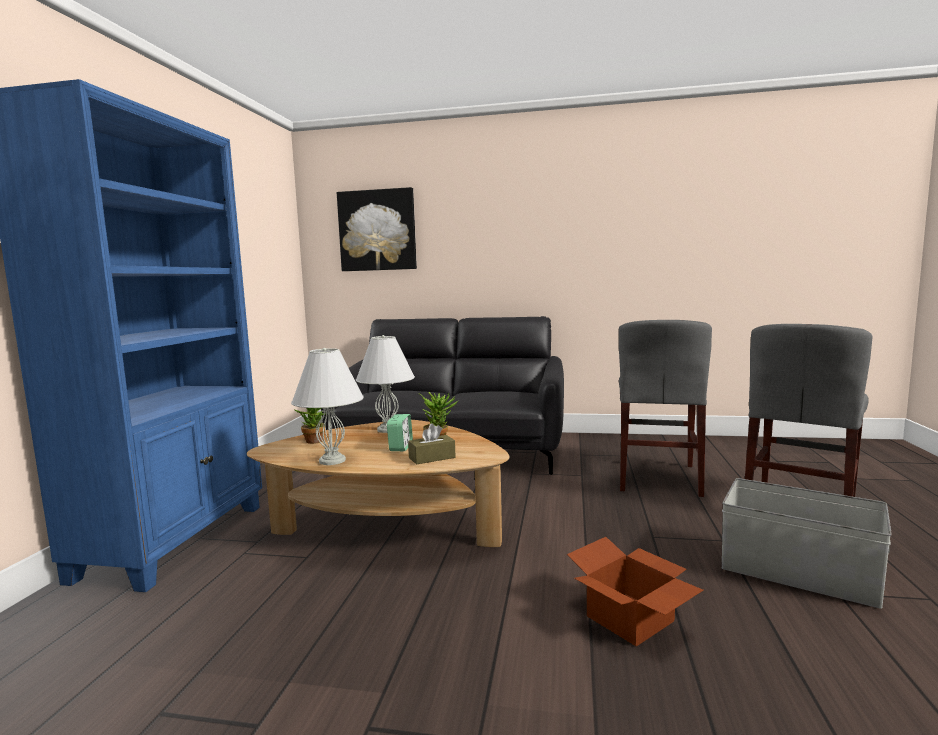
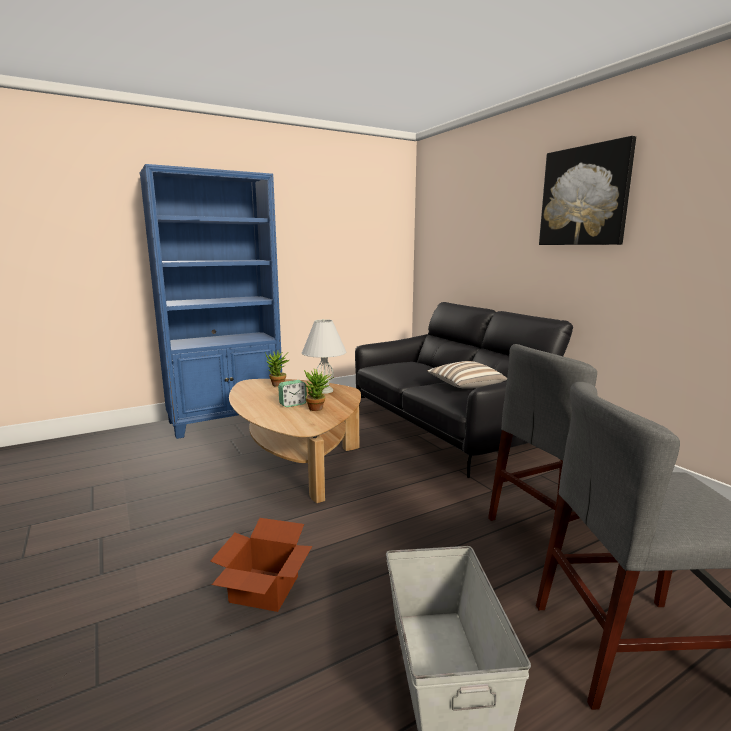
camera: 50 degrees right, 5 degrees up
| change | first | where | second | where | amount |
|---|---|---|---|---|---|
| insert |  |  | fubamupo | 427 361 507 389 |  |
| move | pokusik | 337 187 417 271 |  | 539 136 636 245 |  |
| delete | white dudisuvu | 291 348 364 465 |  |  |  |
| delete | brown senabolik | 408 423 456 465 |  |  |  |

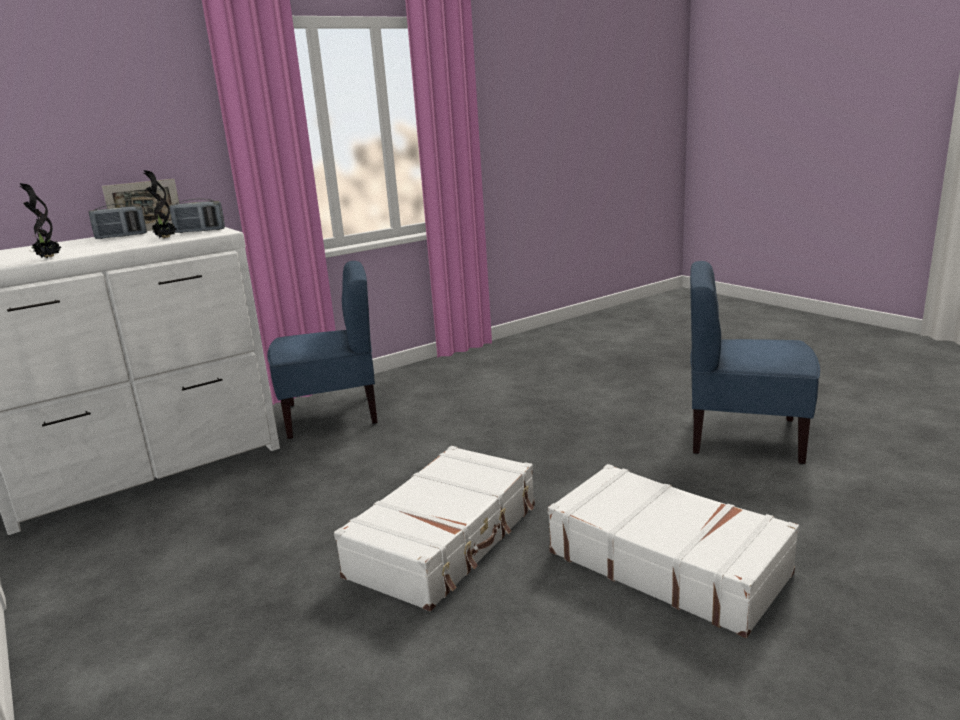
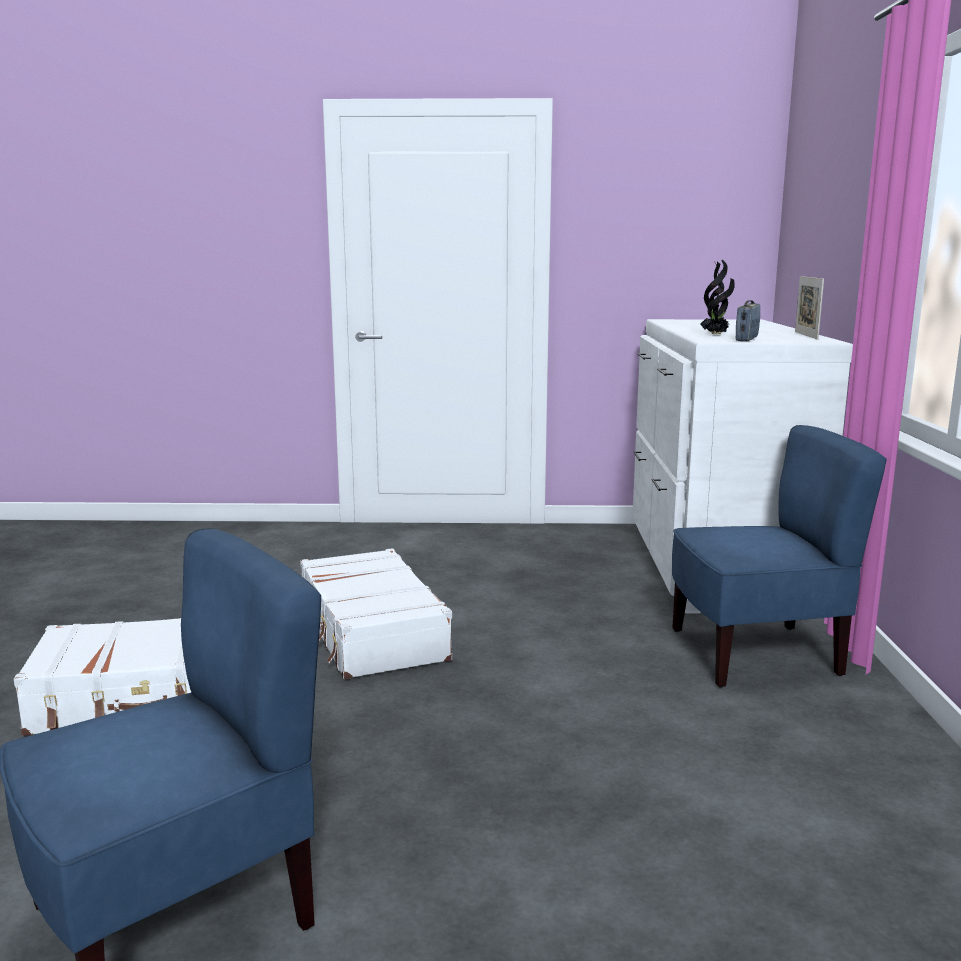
camera: 125 degrees right, 5 degrees down
| change | first | where | second | where | amount |
|---|---|---|---|---|---|
| rotate | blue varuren | 268 261 378 439 |  | 672 425 887 688 | 120 degrees counterclockwise |
| delete | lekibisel | 19 183 61 258 |  |  |  |
| delete | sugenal | 89 204 147 239 |  |  |  |

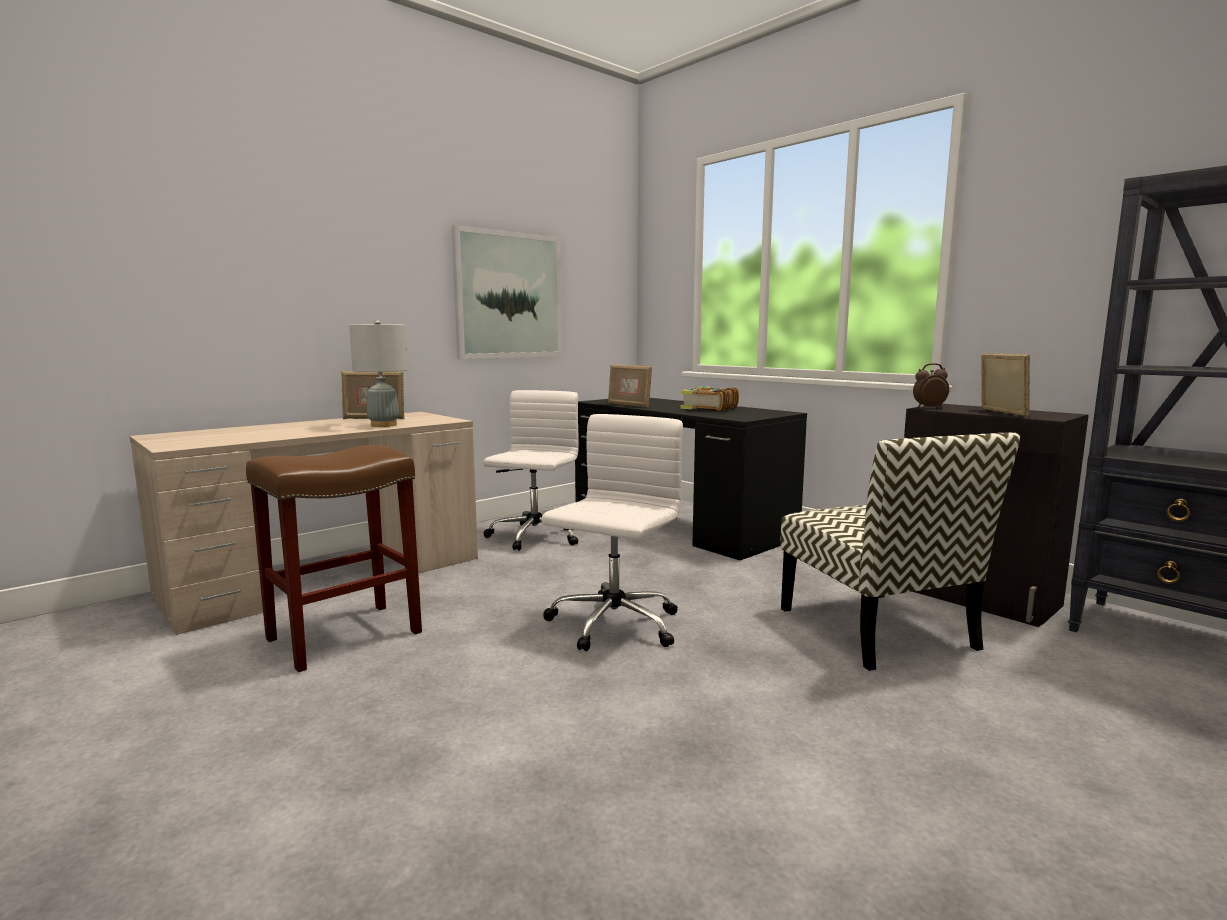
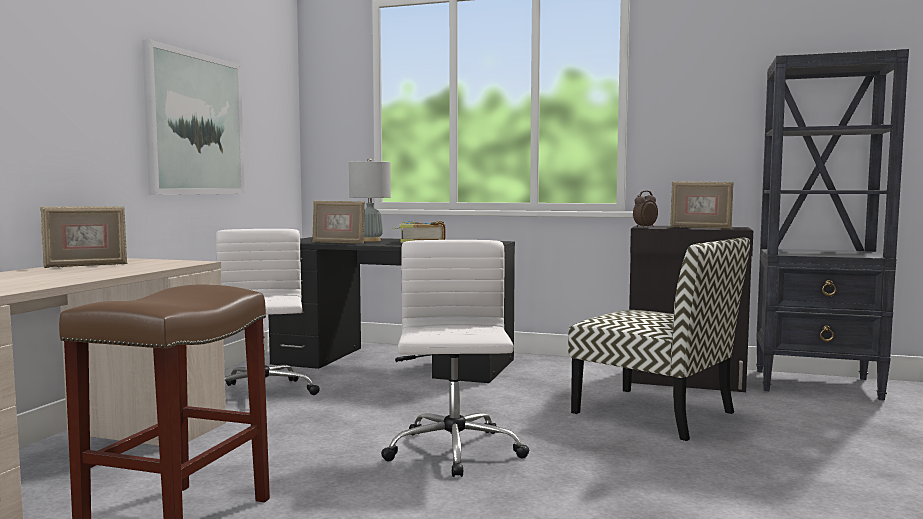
camera: 30 degrees left, 5 degrees down
| change | first | where | second | where | amount |
|---|---|---|---|---|---|
| move | grey dudisuvu | 349 320 408 427 |  | 349 158 391 242 |  |
| rotate | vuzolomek | 981 353 1030 417 |  | 670 181 733 229 | 135 degrees clockwise |

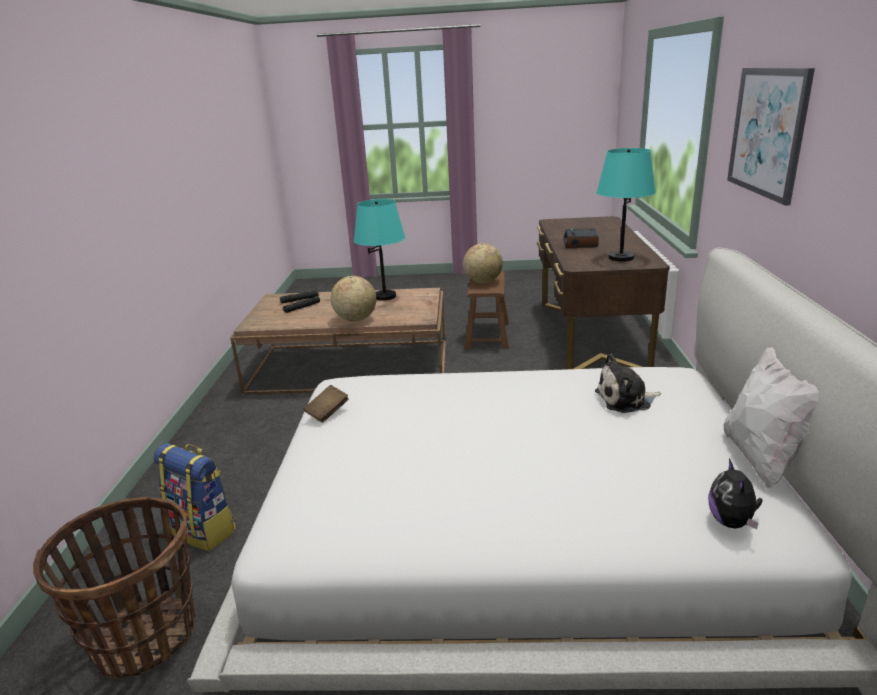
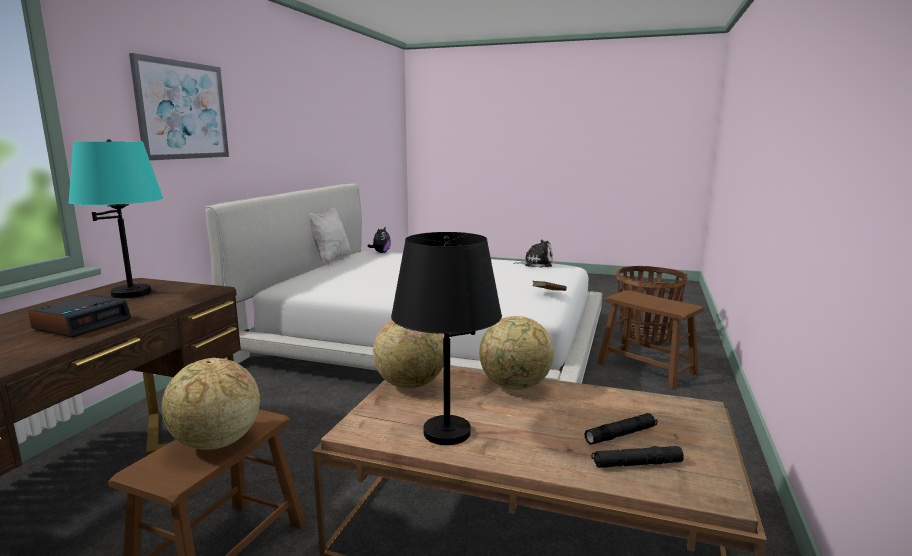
camera: 165 degrees left, 10 degrees down
| change | first | where | second | where | amount |
|---|---|---|---|---|---|
| insert |  |  | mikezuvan | 373 320 444 389 |  |
| recolor | turquoise dudisuvu | 354 199 405 301 | black dudisuvu | 391 232 502 445 |  |
| move | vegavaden | 595 354 661 413 |  | 513 240 553 268 |  |
| replace | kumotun | 154 443 236 551 | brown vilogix | 597 290 704 389 |  |

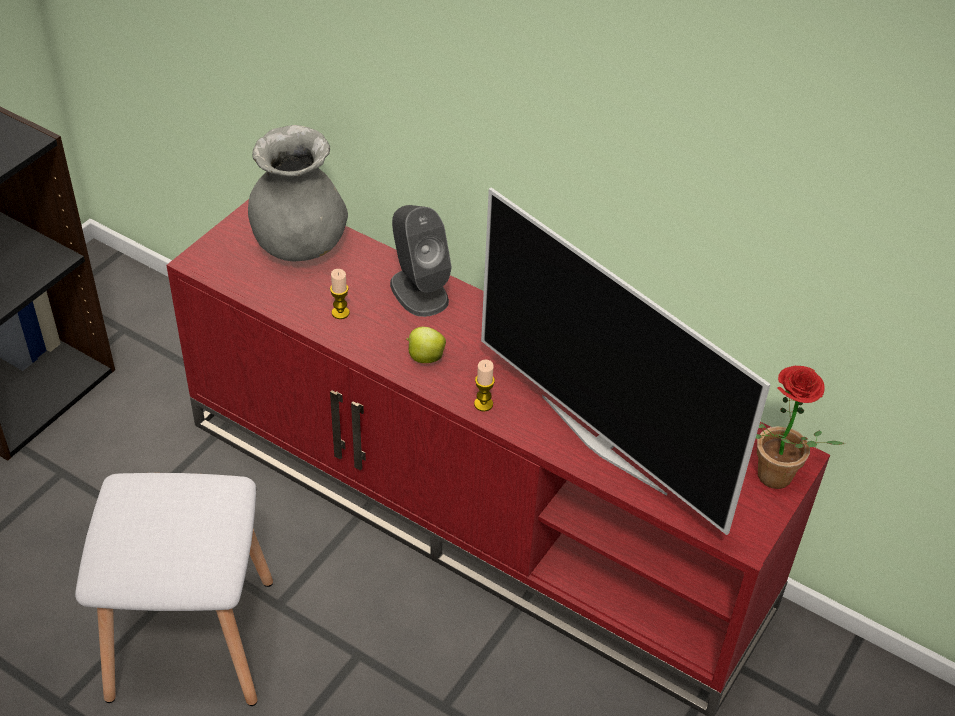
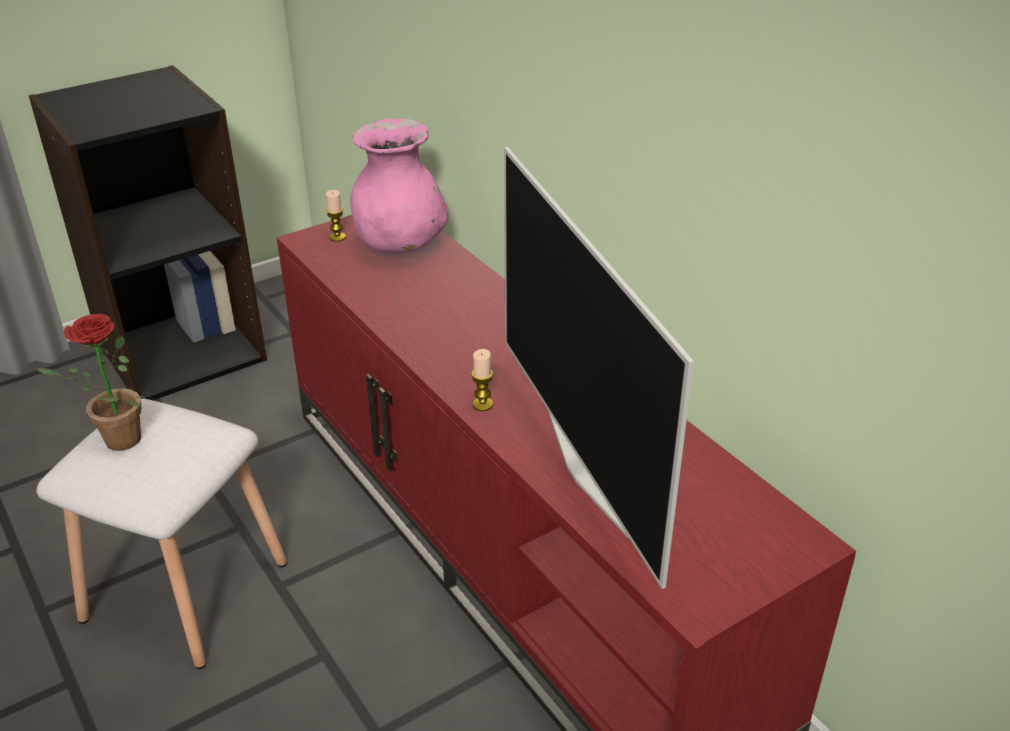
camera: 25 degrees right, 10 degrees down
| change | first | where | second | where | amount |
|---|---|---|---|---|---|
| move | lekibisel | 755 366 845 489 |  | 37 314 144 451 |  |
| move | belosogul | 330 269 350 319 |  | 326 190 346 242 |  |
| recolor | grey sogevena | 248 125 348 261 | pink sogevena | 350 119 449 254 |  |
| delete | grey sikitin | 390 205 452 317 |  |  |  |
| delete | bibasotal | 406 327 446 363 |  |  |  |

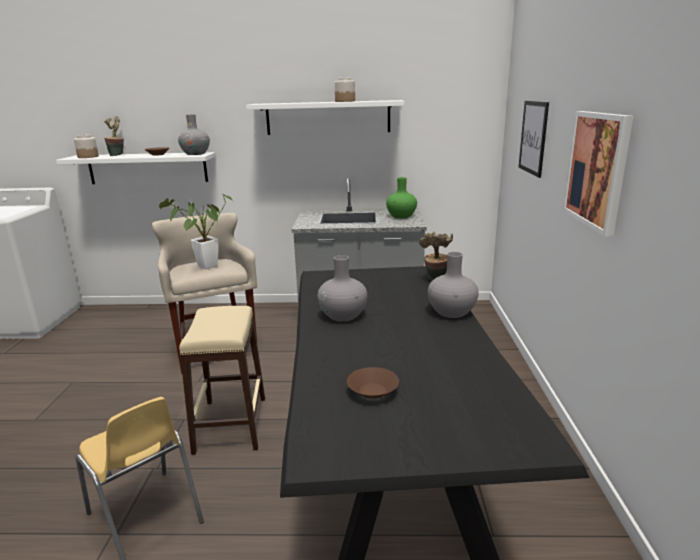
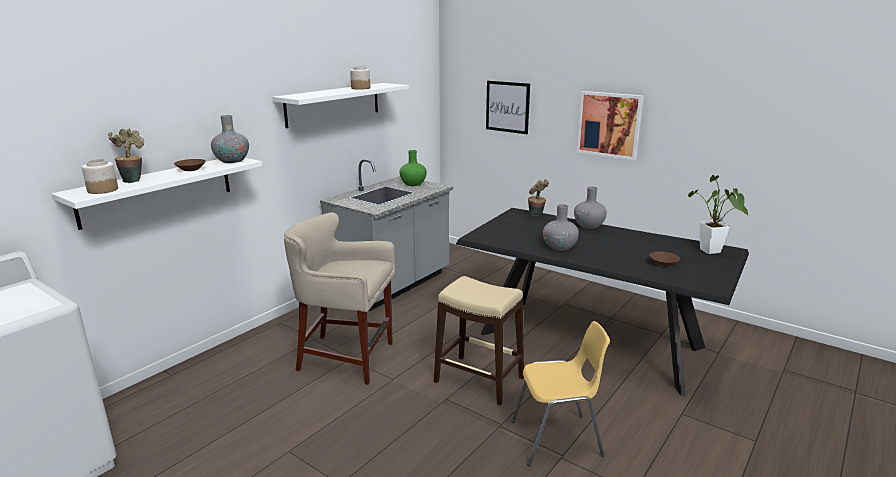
camera: 55 degrees left, 0 degrees up
| change | first | where | second | where | amount |
|---|---|---|---|---|---|
| move | lekibisel | 159 194 233 269 |  | 688 175 748 254 |  |

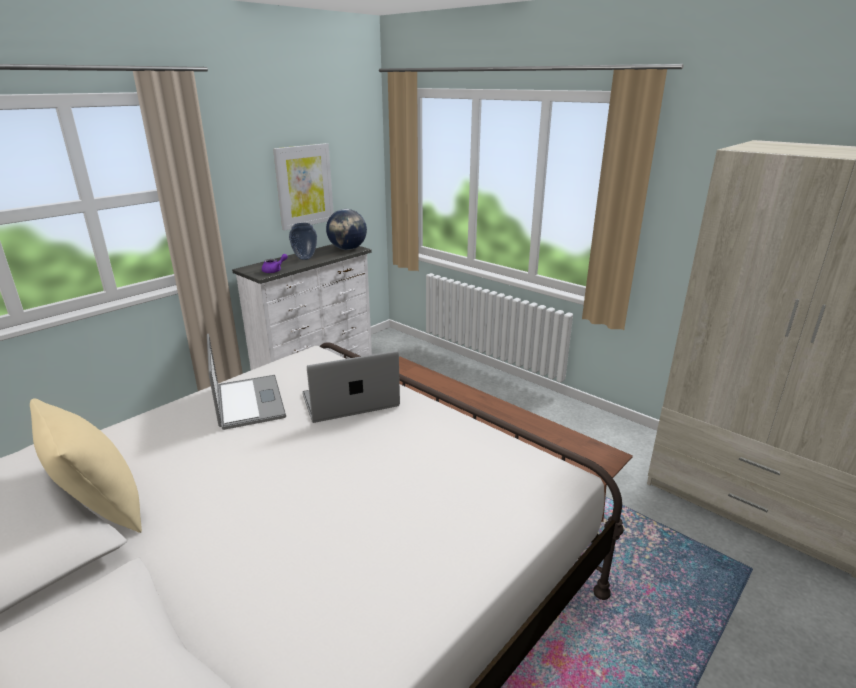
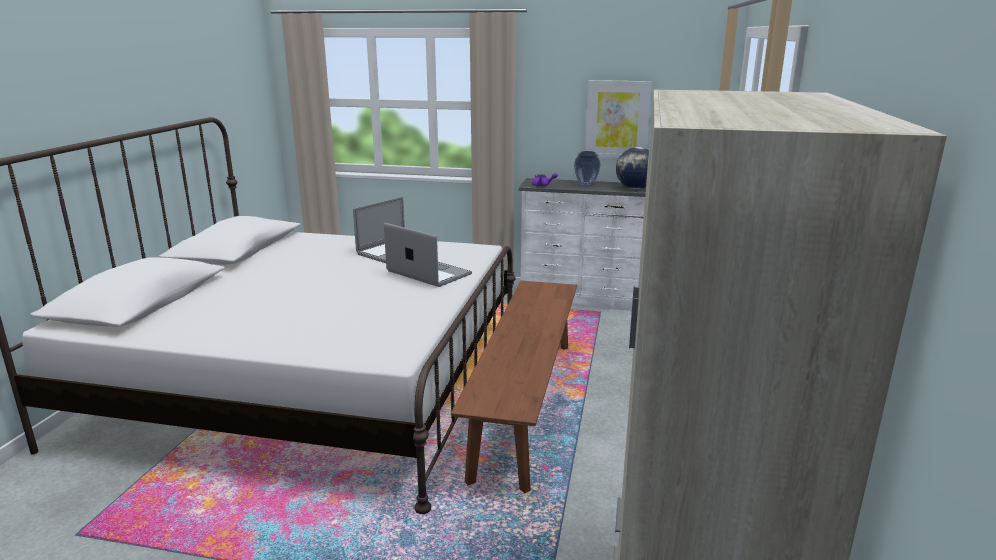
camera: 60 degrees right, 5 degrees down
| change | first | where | second | where | amount |
|---|---|---|---|---|---|
| delete | beige fubamupo | 30 398 142 533 |  |  |  |

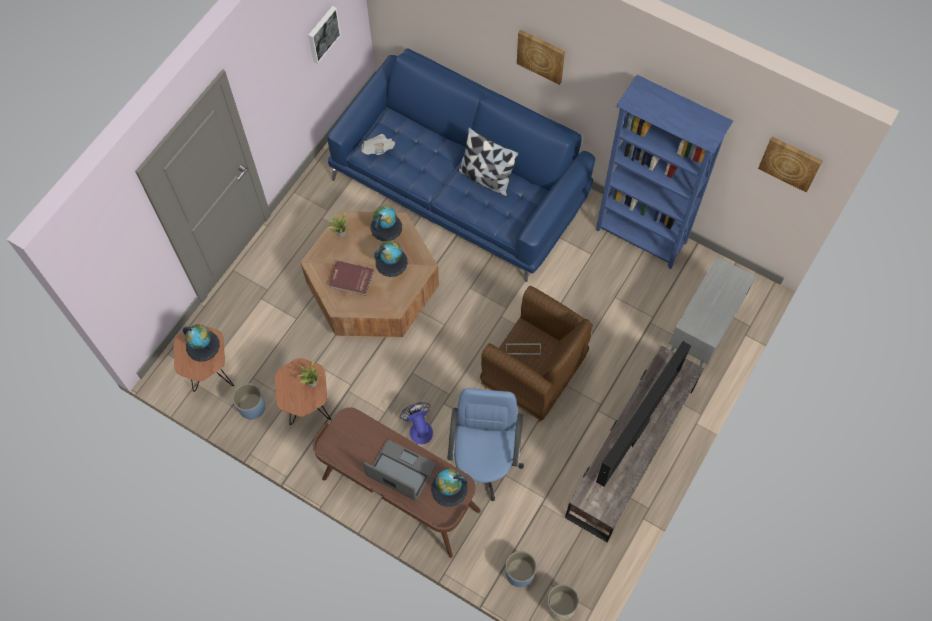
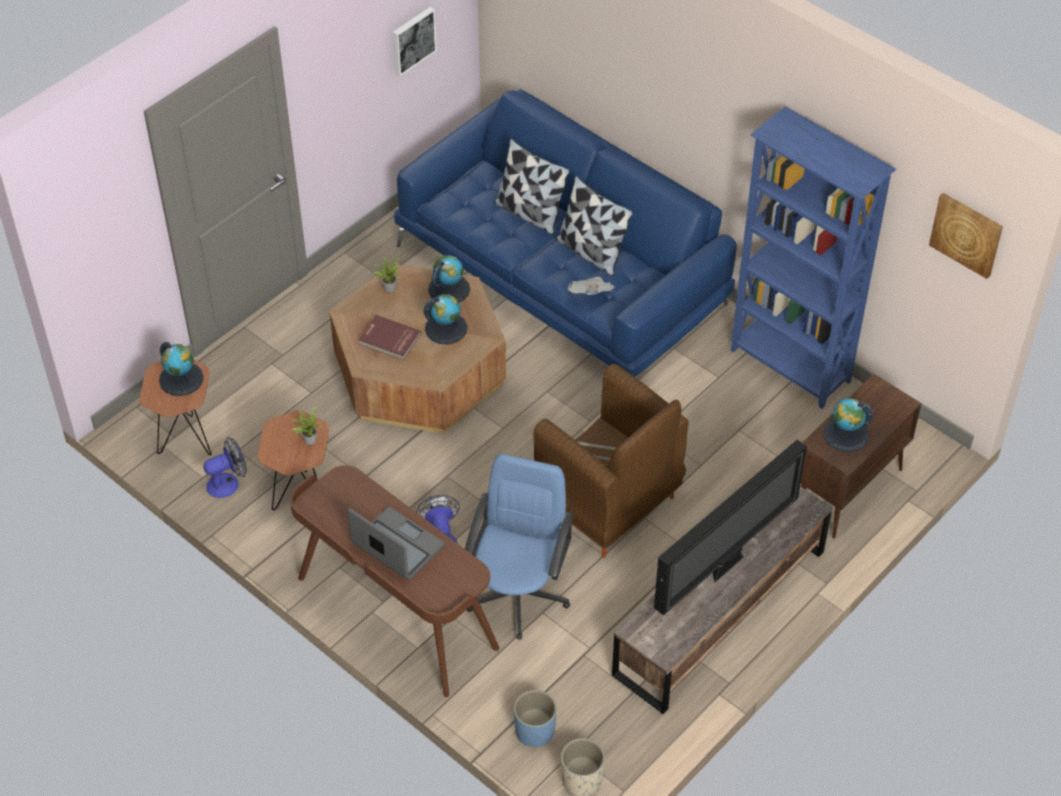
camera: 10 degrees right, 15 degrees down
| change | first | where | second | where | amount |
|---|---|---|---|---|---|
| replace | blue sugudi | 232 383 265 420 | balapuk | 203 437 247 498 |  |
| insert |  |  | fubamupo | 494 138 570 235 |  |
| move | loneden | 361 134 396 155 |  | 568 277 615 295 |  |
| recolor | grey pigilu | 669 257 756 368 | brown pigilu | 800 374 922 538 |  |
| move | mikezuvan | 431 469 468 507 |  | 823 398 873 452 |  |
| delete | pokusik | 517 30 565 85 |  |  |  |

